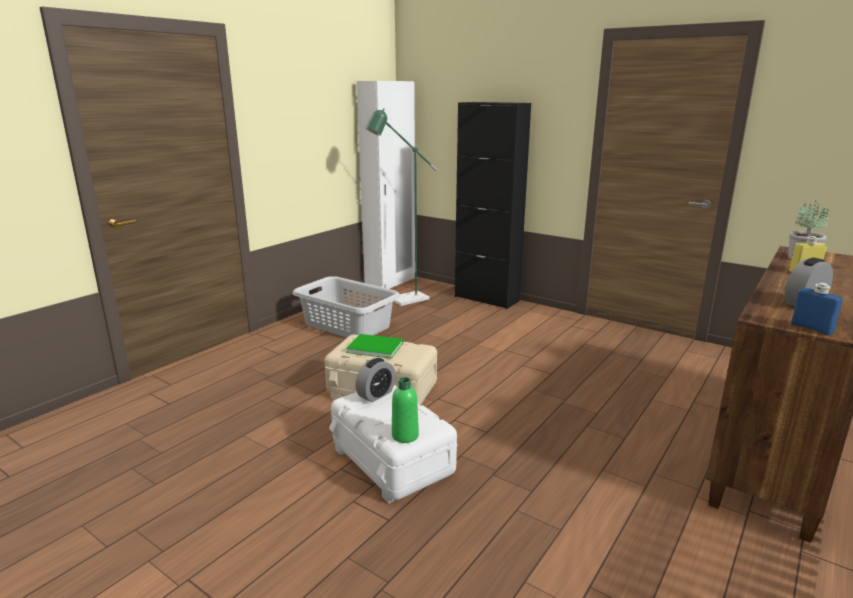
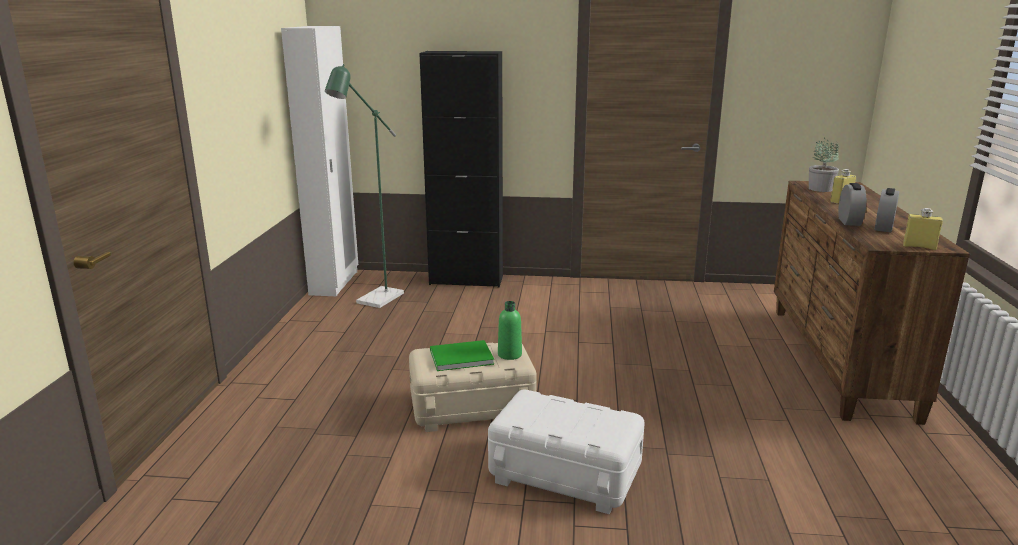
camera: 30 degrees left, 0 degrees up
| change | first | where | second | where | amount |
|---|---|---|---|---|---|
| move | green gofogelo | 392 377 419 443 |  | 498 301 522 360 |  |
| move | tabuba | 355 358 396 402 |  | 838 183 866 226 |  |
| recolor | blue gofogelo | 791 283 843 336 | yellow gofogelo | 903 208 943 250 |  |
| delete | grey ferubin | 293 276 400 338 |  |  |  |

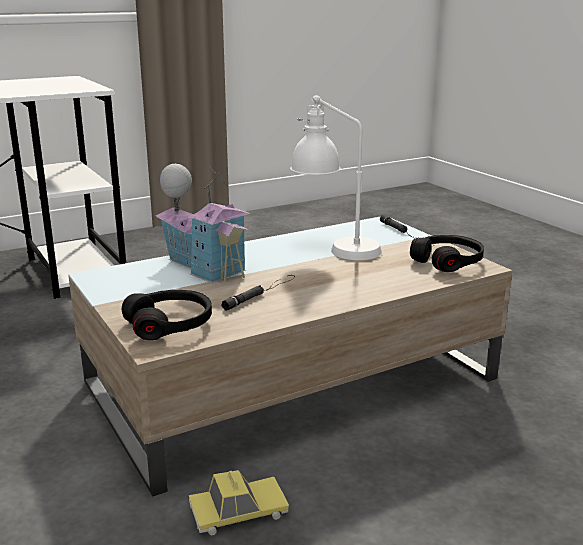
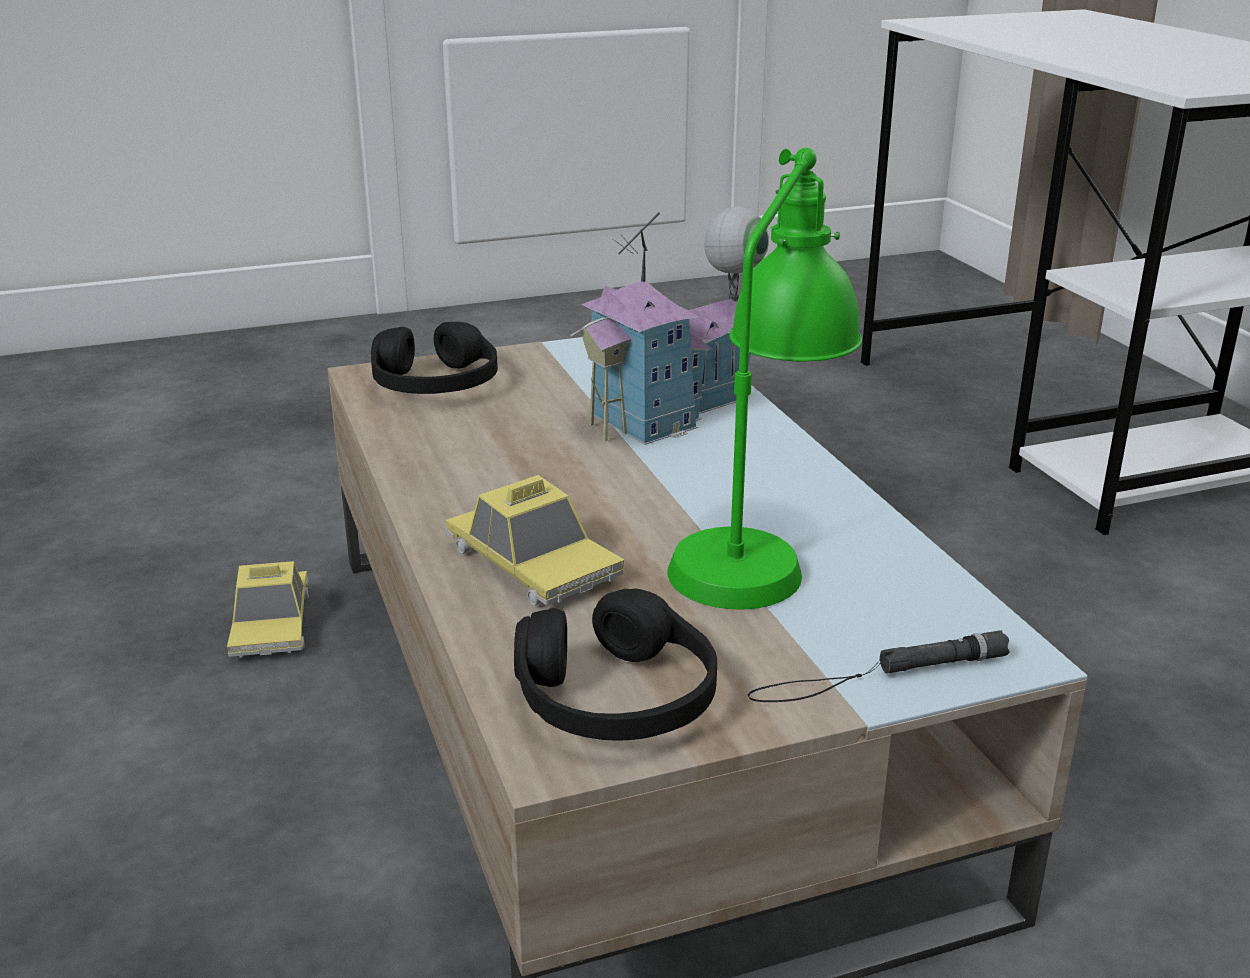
camera: 100 degrees right, 5 degrees up
| change | first | where | second | where | amount |
|---|---|---|---|---|---|
| insert |  |  | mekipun | 446 475 624 606 |  |
| recolor | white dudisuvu | 290 95 382 260 | green dudisuvu | 668 148 862 609 |  |
| delete | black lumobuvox | 221 275 295 311 |  |  |  |

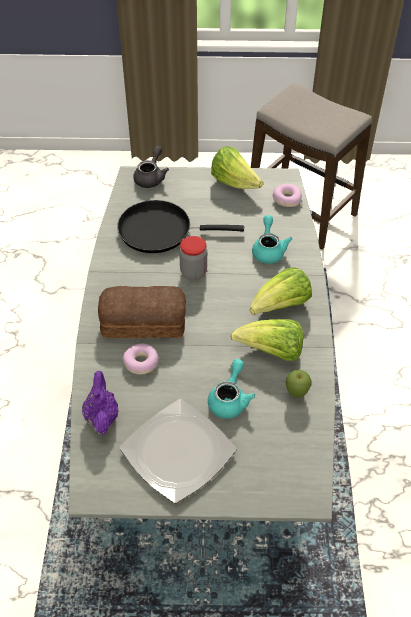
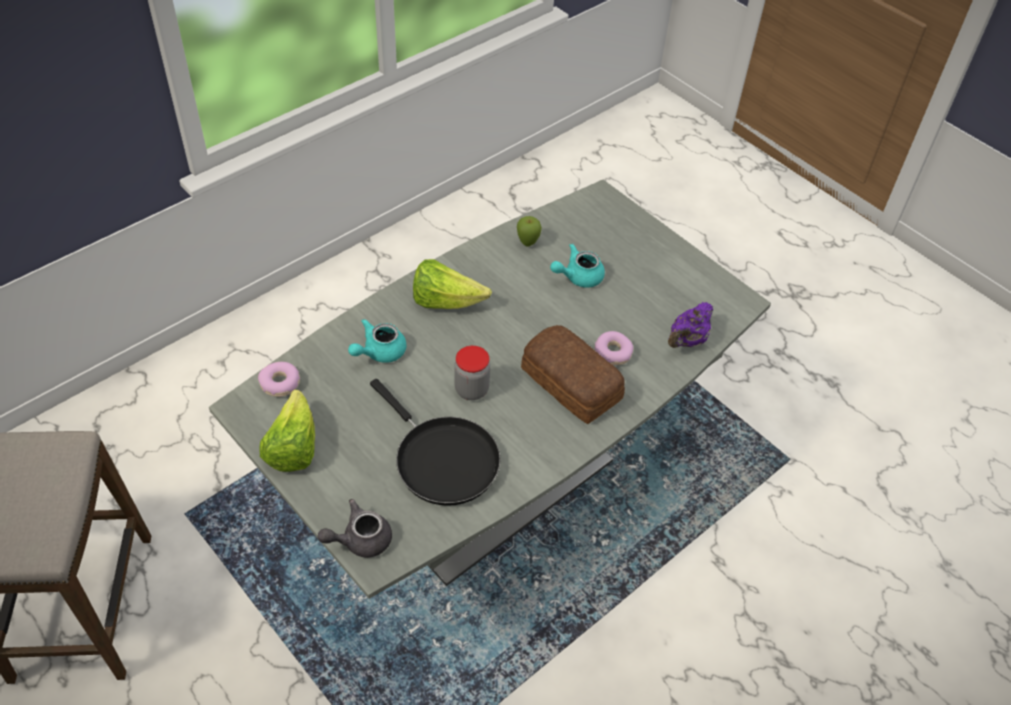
camera: 135 degrees left, 0 degrees up
| change | first | where | second | where | amount |
|---|---|---|---|---|---|
| delete | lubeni | 120 399 236 503 |  |  |  |
| delete | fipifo | 230 319 303 361 |  |  |  |

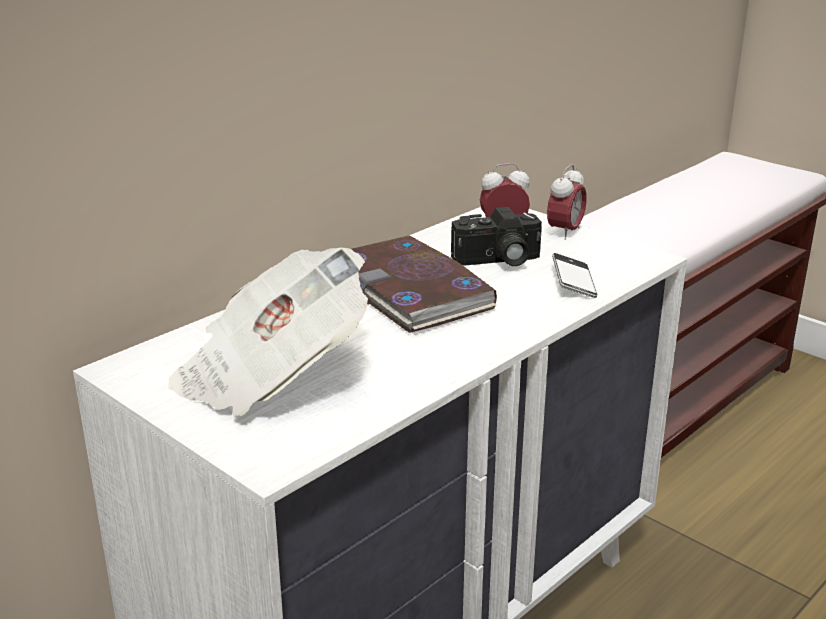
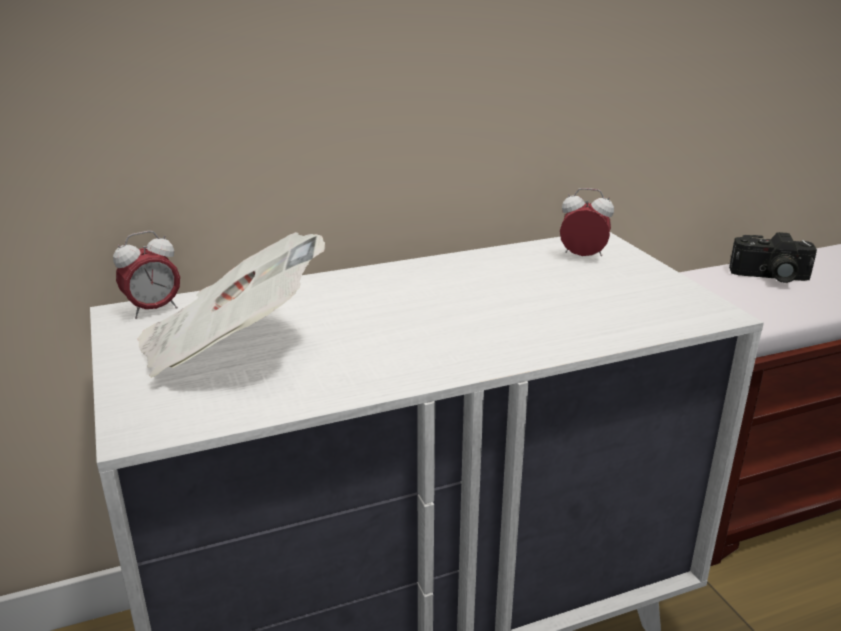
camera: 25 degrees right, 0 degrees up
| change | first | where | second | where | amount |
|---|---|---|---|---|---|
| move | tabuba | 547 164 587 240 |  | 113 231 180 319 |  |
| move | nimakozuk | 451 207 542 266 |  | 729 232 817 283 |  |
| delete | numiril | 352 236 497 333 |  |  |  |
| delete | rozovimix | 552 253 597 298 |  |  |  |

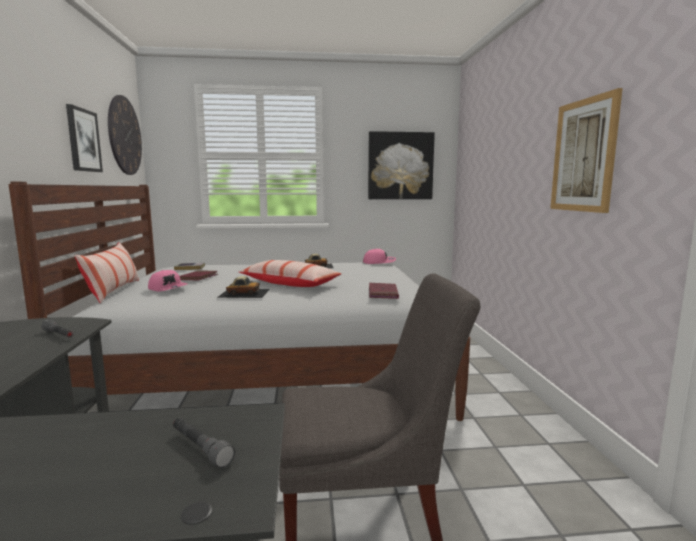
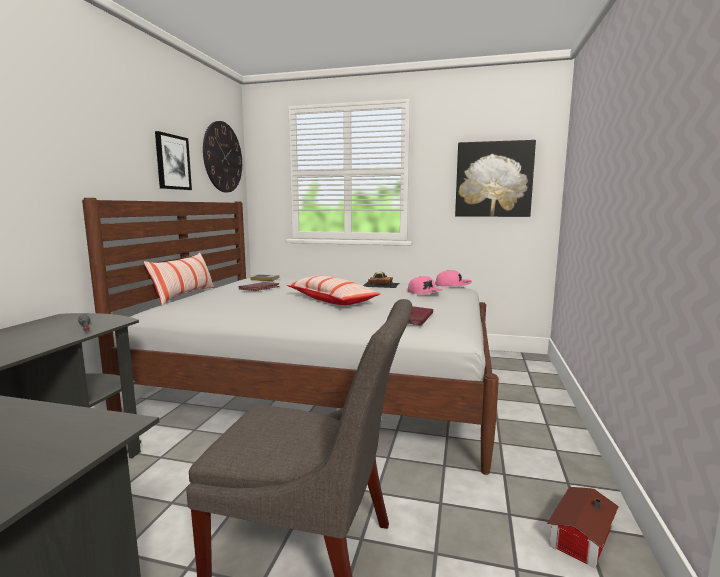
camera: 20 degrees right, 0 degrees up
| change | first | where | second | where | amount |
|---|---|---|---|---|---|
| move | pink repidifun | 148 270 187 291 |  | 408 276 443 294 |  |
| insert |  |  | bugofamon | 547 487 619 568 |  |
| delete | grey lumobuvox | 173 418 235 468 |  |  |  |
| delete | mekipun | 217 276 270 298 |  |  |  |
| delete | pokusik | 550 88 623 213 |  |  |  |

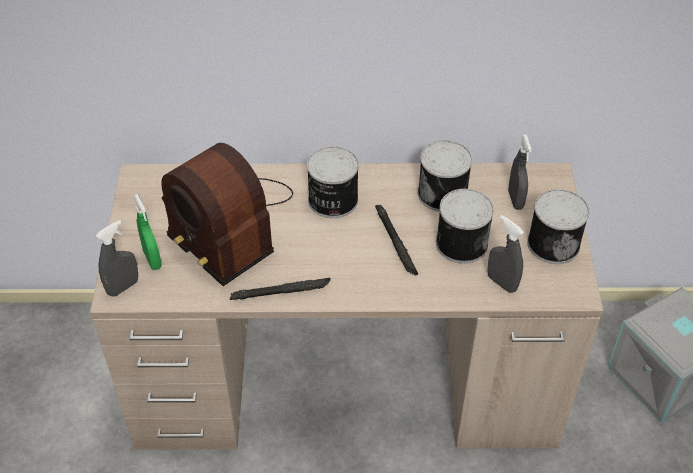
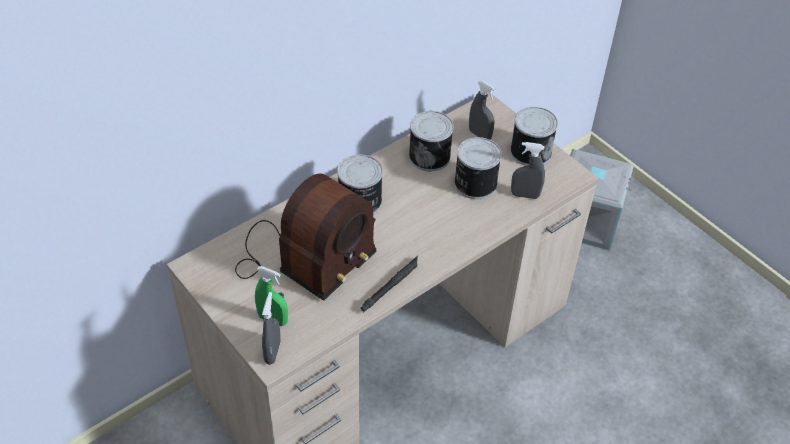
camera: 40 degrees left, 0 degrees up
| change | first | where | second | where | amount |
|---|---|---|---|---|---|
| rotate | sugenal | 161 143 293 286 |  | 235 173 376 301 | 60 degrees counterclockwise |
| delete | black lumobuvox | 375 205 418 275 |  |  |  |

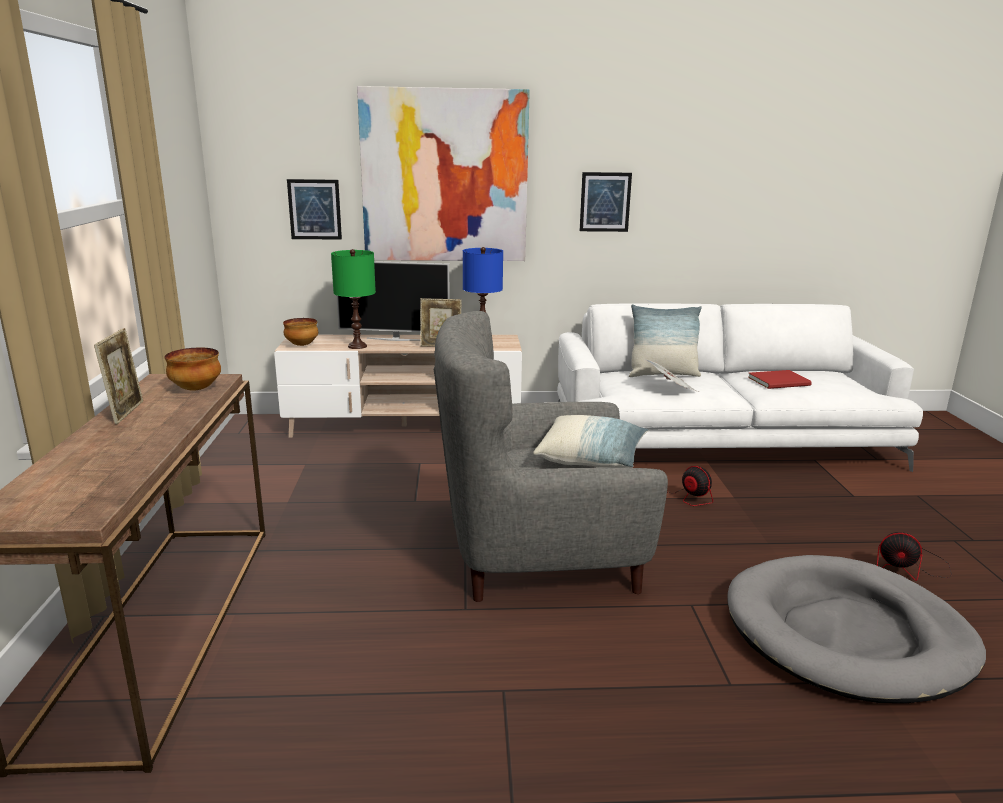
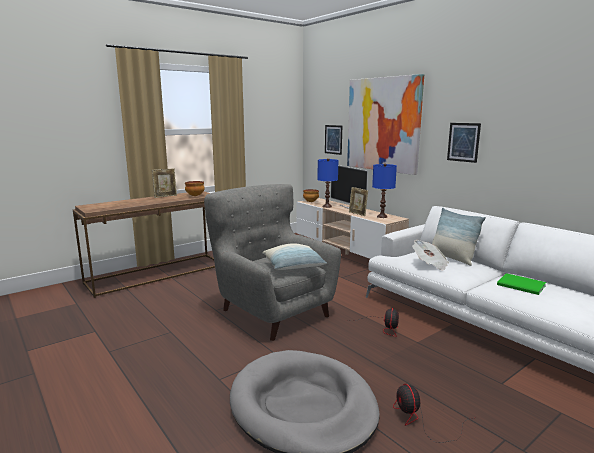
camera: 55 degrees right, 5 degrees down
| change | first | where | second | where | amount |
|---|---|---|---|---|---|
| recolor | green dudisuvu | 331 249 376 349 | blue dudisuvu | 317 158 338 208 |  |
| recolor | red numiril | 748 370 812 389 | green numiril | 497 273 546 295 |  |

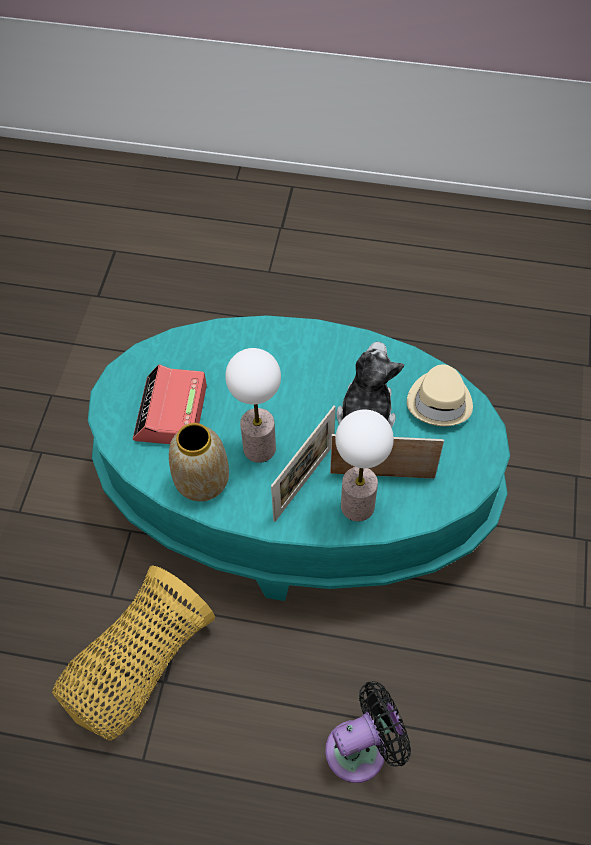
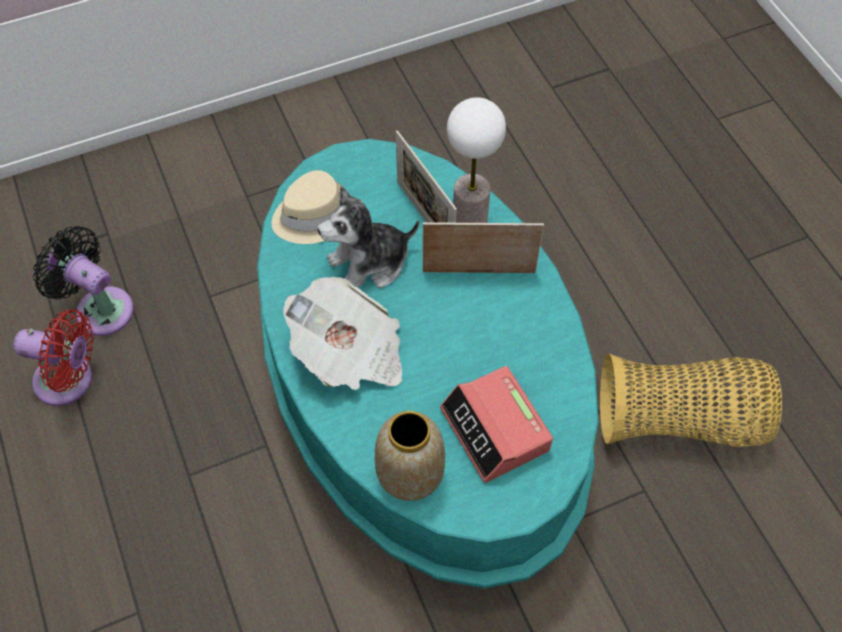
camera: 125 degrees left, 0 degrees up
| change | first | where | second | where | amount |
|---|---|---|---|---|---|
| insert |  |  | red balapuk | 14 309 93 406 |  |
| move | black balapuk | 325 681 411 783 |  | 33 226 134 336 |  |
| insert |  |  | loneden | 283 277 402 390 |  |
| move | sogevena | 169 423 229 502 |  | 375 411 445 501 |  |
| rotate | tabuba | 133 364 207 444 |  | 440 366 553 483 | 90 degrees clockwise |
| delete | dudisuvu | 225 348 281 463 |  |  |  |

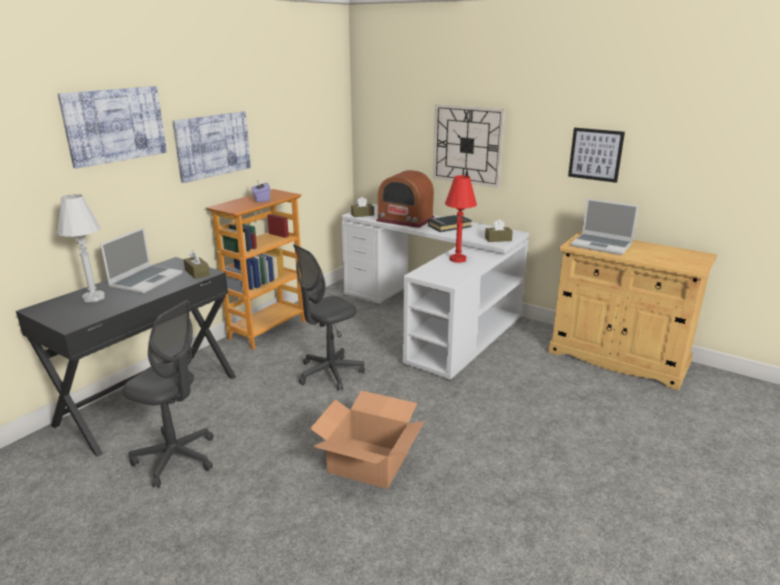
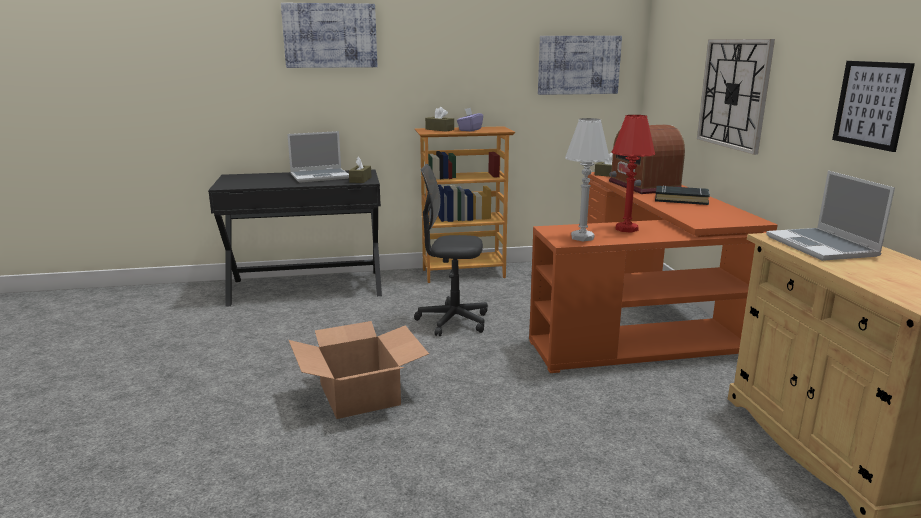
camera: 45 degrees right, 5 degrees down
| change | first | where | second | where | amount |
|---|---|---|---|---|---|
| move | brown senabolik | 485 219 513 242 |  | 425 107 454 132 |  |
| recolor | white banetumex | 341 204 529 381 | orange banetumex | 529 172 777 373 |  |
| move | pokusik | 172 112 251 183 |  | 538 36 622 95 |  |
| move | white dudisuvu | 57 194 105 302 |  | 565 118 610 241 |  |
| delete | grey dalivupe | 122 300 213 488 |  |  |  |

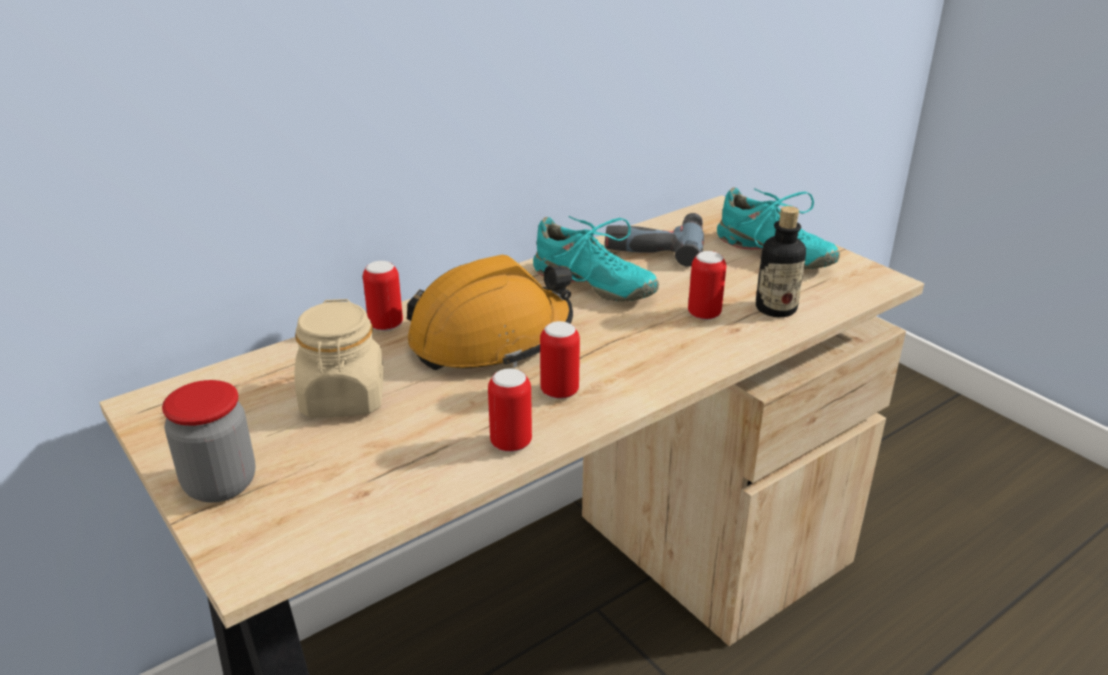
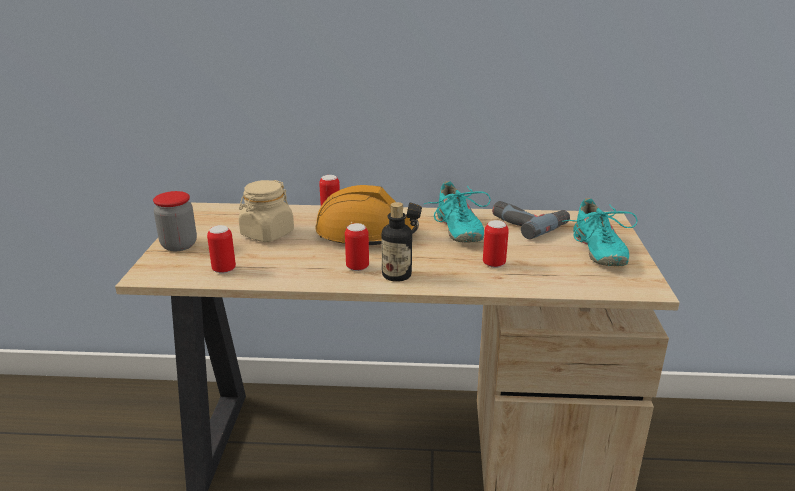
camera: 40 degrees right, 5 degrees down
| change | first | where | second | where | amount |
|---|---|---|---|---|---|
| move | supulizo | 488 368 532 452 |  | 207 225 236 274 |  |
| move | gofogelo | 756 206 806 317 |  | 381 202 412 282 |  |

